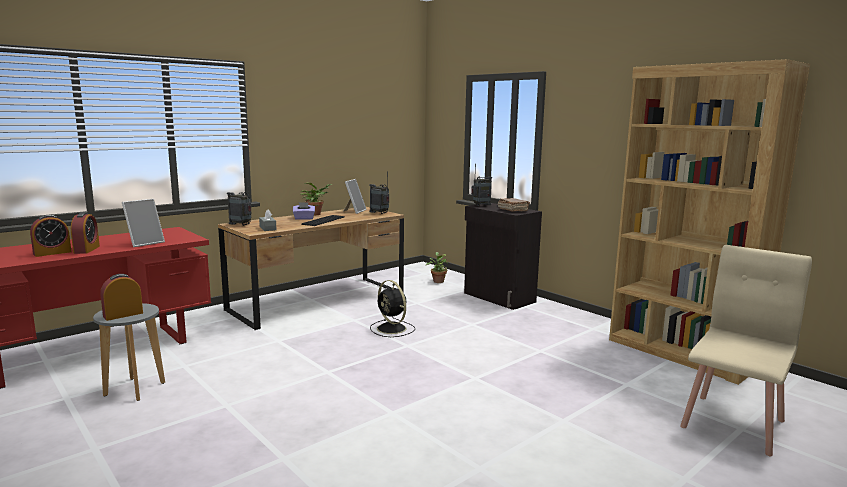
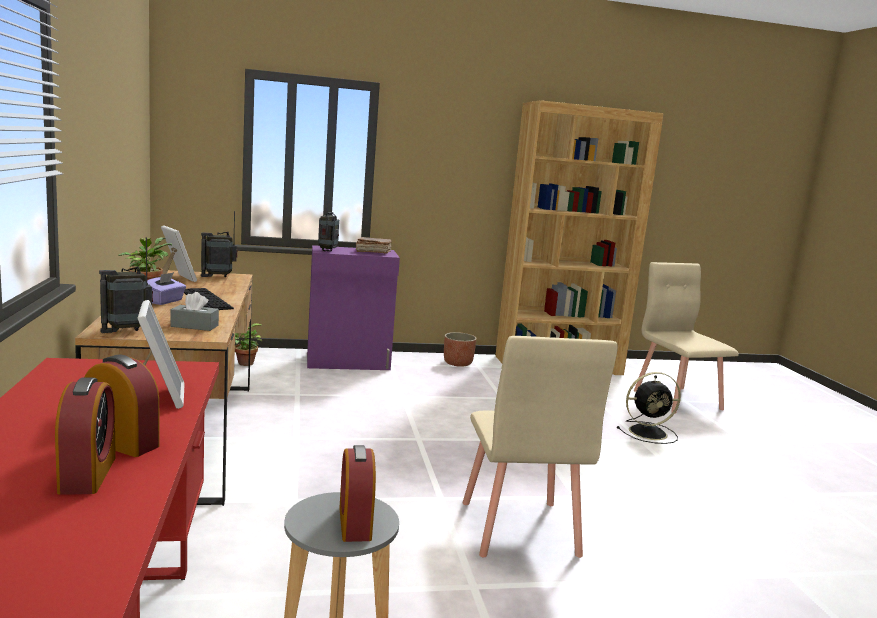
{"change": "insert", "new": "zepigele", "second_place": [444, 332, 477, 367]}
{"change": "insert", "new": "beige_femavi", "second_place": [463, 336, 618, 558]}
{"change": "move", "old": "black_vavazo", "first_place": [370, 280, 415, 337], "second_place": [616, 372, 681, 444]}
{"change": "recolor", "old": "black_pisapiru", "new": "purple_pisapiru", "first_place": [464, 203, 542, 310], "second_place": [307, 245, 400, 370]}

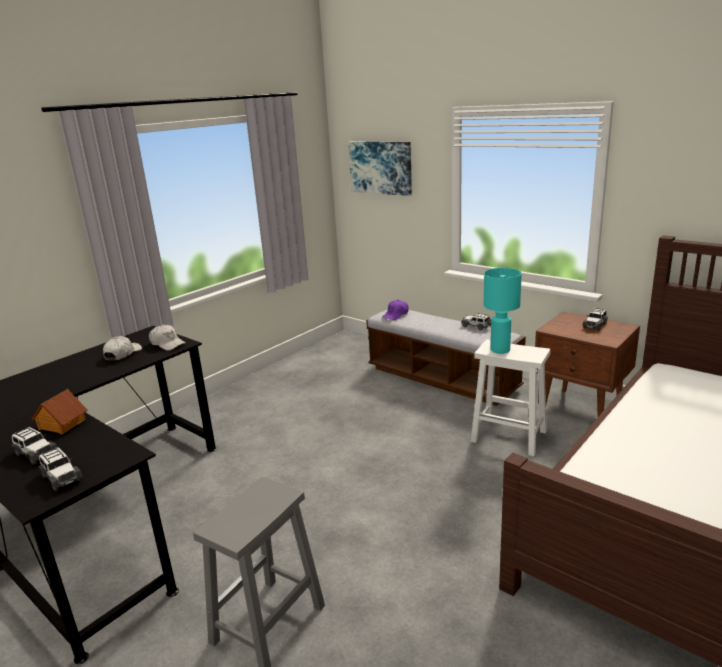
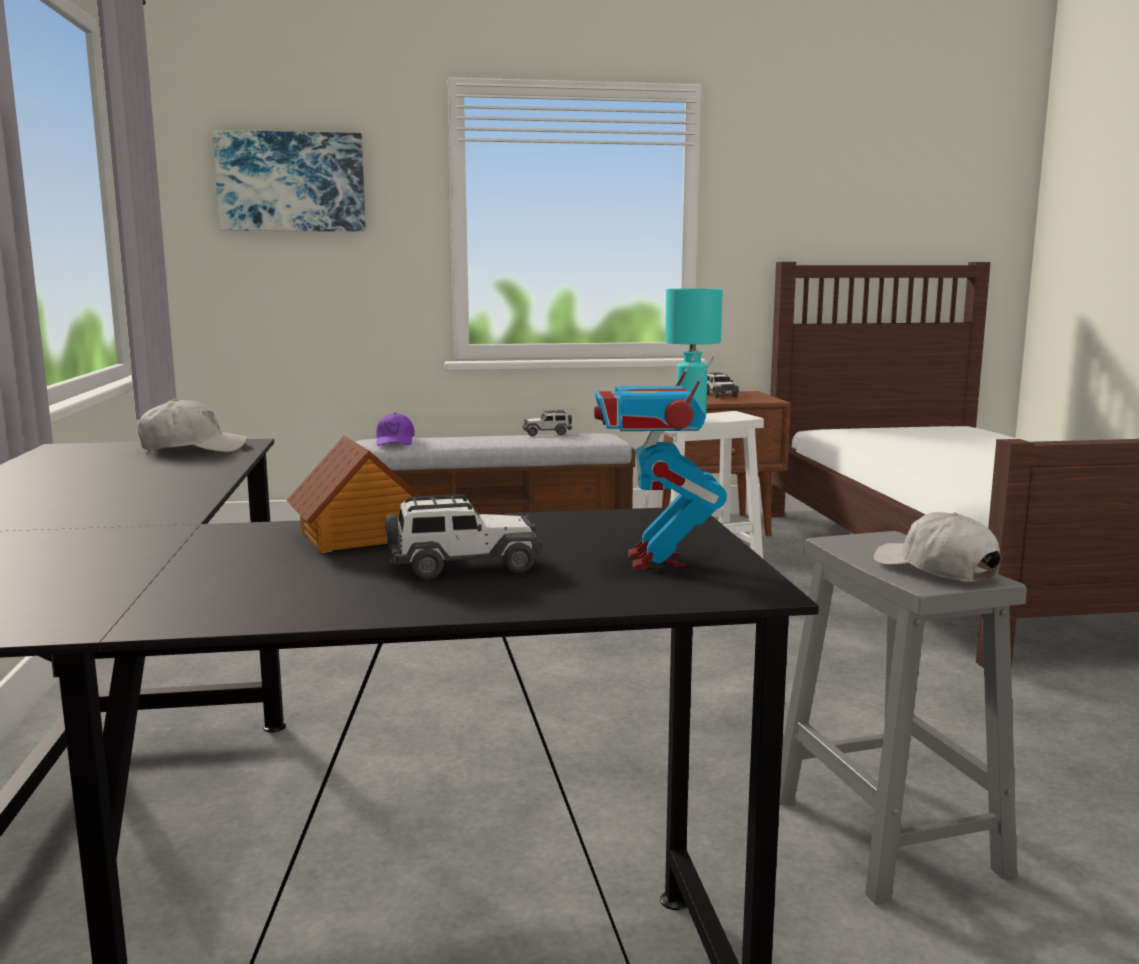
{"change": "move", "old": "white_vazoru", "first_place": [103, 336, 142, 360], "second_place": [874, 512, 1002, 582]}
{"change": "replace", "old": "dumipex", "new": "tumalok", "first_place": [38, 447, 82, 491], "second_place": [594, 349, 727, 570]}

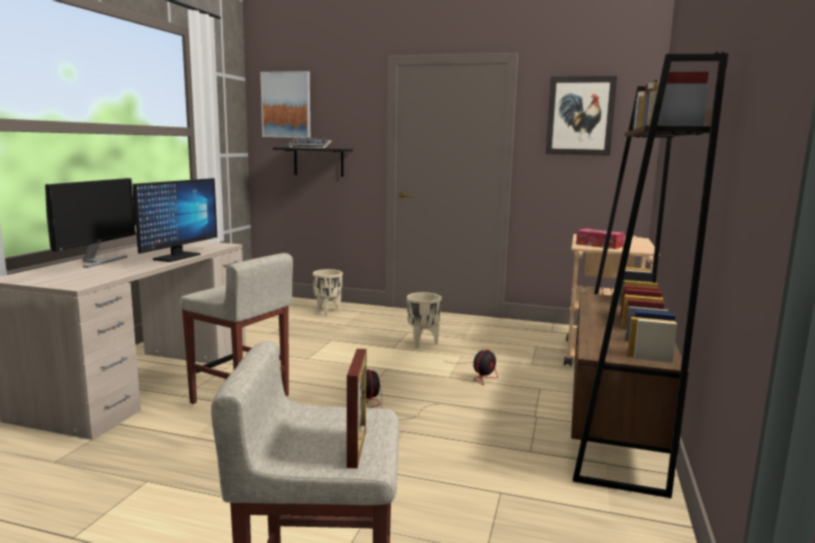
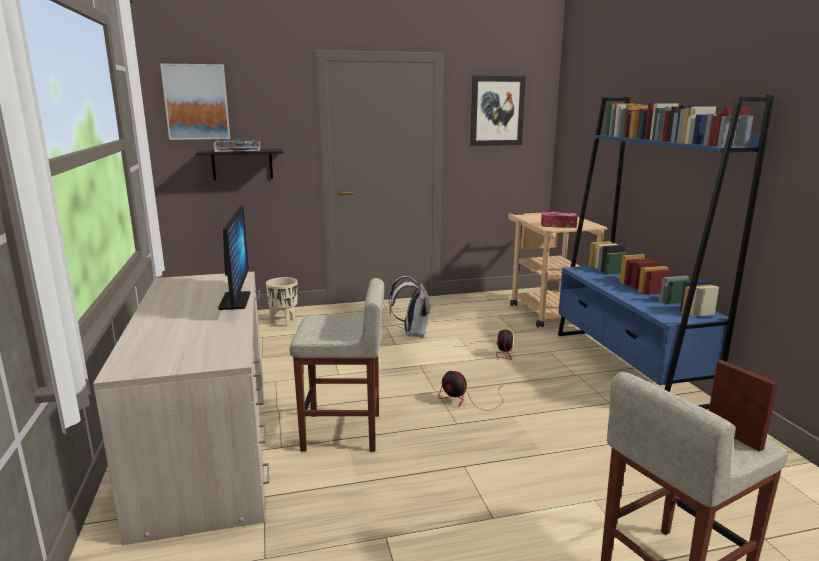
{"change": "delete", "old": "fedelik", "first_place": [45, 178, 136, 268]}
{"change": "replace", "old": "beige_zepigele", "new": "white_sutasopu", "first_place": [407, 292, 442, 348], "second_place": [389, 276, 431, 337]}
{"change": "recolor", "old": "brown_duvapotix", "new": "blue_duvapotix", "first_place": [571, 52, 729, 498], "second_place": [558, 95, 774, 410]}

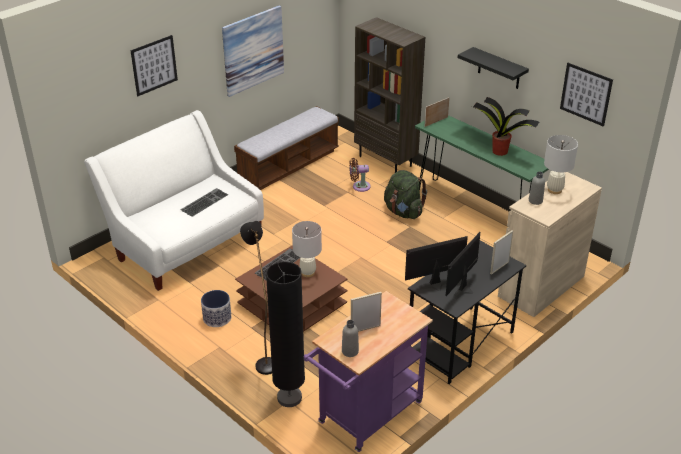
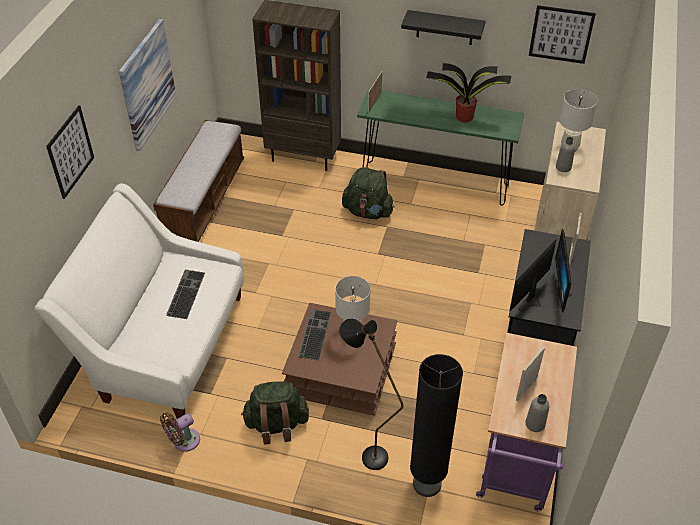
{"change": "move", "old": "brown_vavazo", "first_place": [349, 158, 371, 192], "second_place": [160, 413, 200, 452]}
{"change": "replace", "old": "zepigele", "new": "green_sutasopu", "first_place": [201, 290, 231, 327], "second_place": [241, 381, 309, 445]}

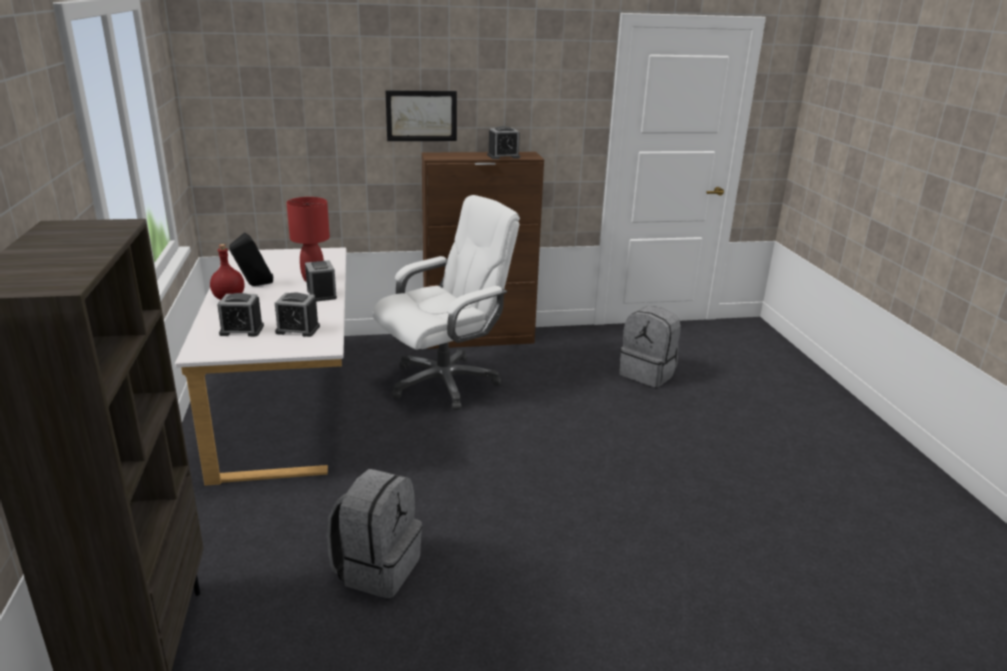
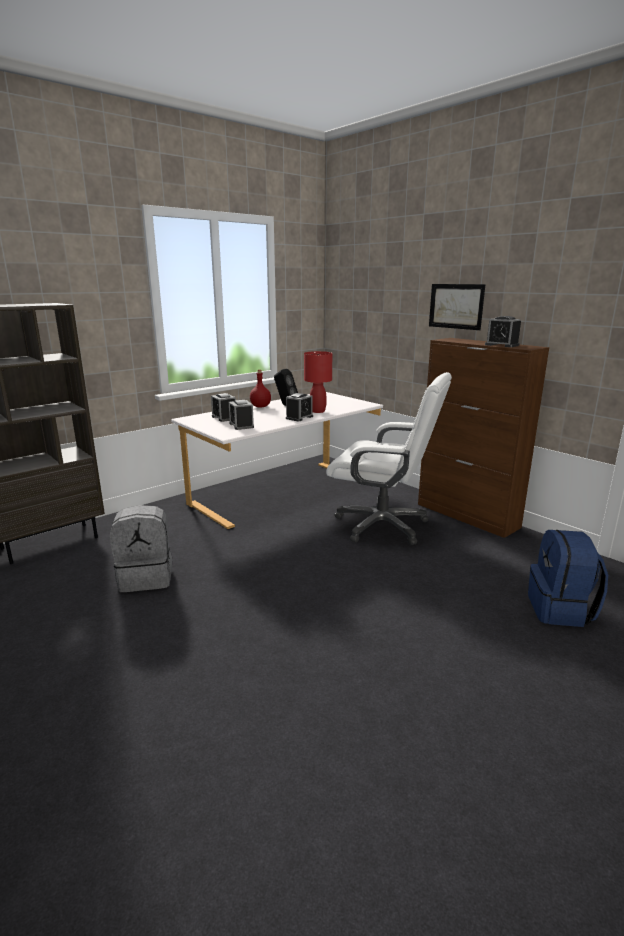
{"change": "recolor", "old": "grey_sutasopu", "new": "blue_sutasopu", "first_place": [619, 306, 681, 387], "second_place": [528, 530, 608, 627]}

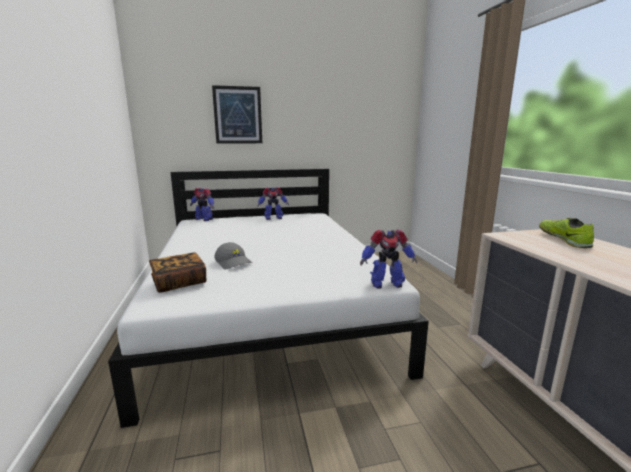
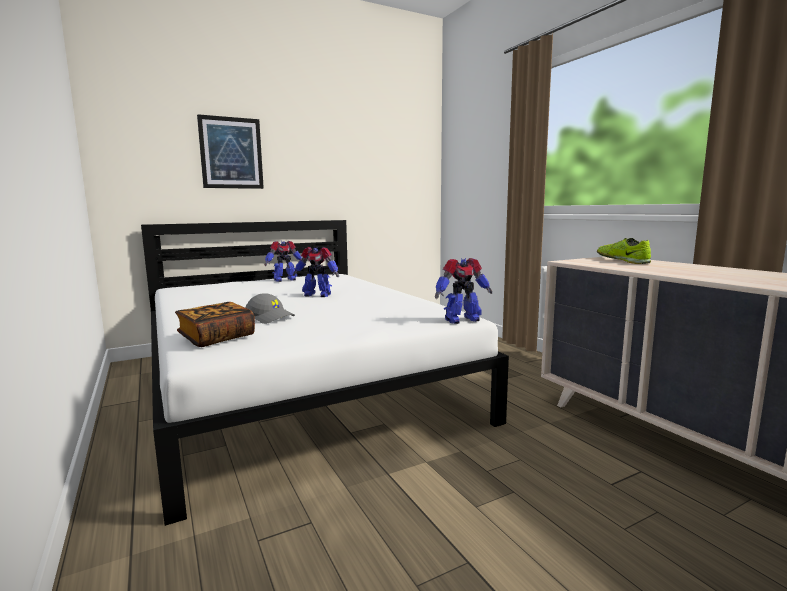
{"change": "move", "old": "tumalok", "first_place": [190, 188, 214, 221], "second_place": [293, 247, 339, 297]}

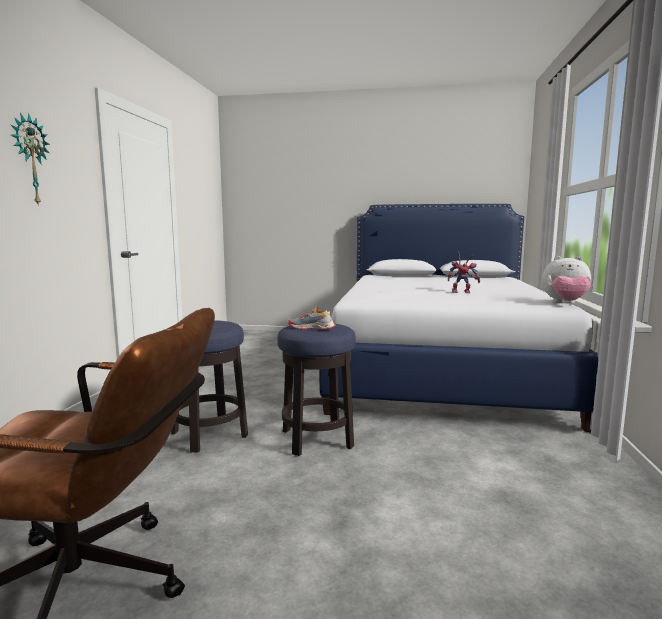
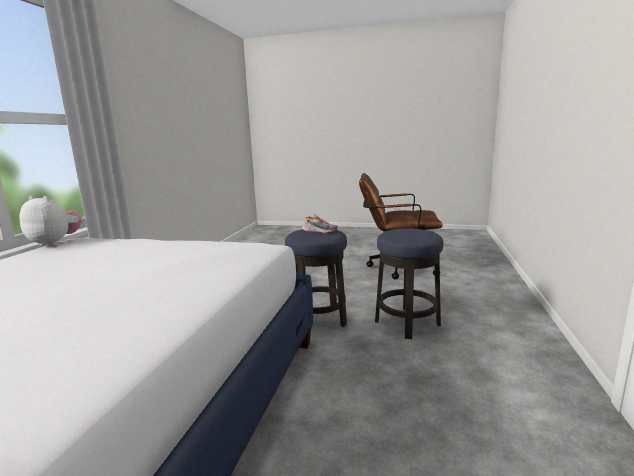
{"change": "delete", "old": "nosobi", "first_place": [11, 113, 50, 206]}
{"change": "delete", "old": "tumalok", "first_place": [448, 252, 480, 293]}

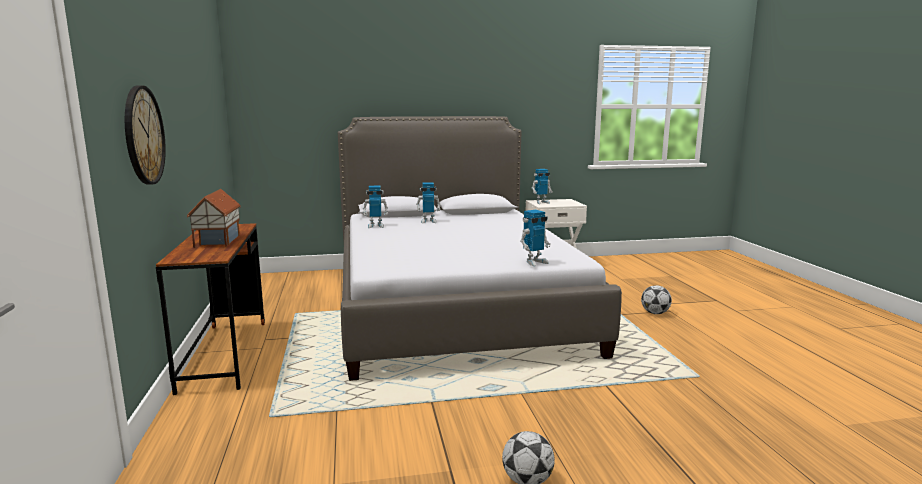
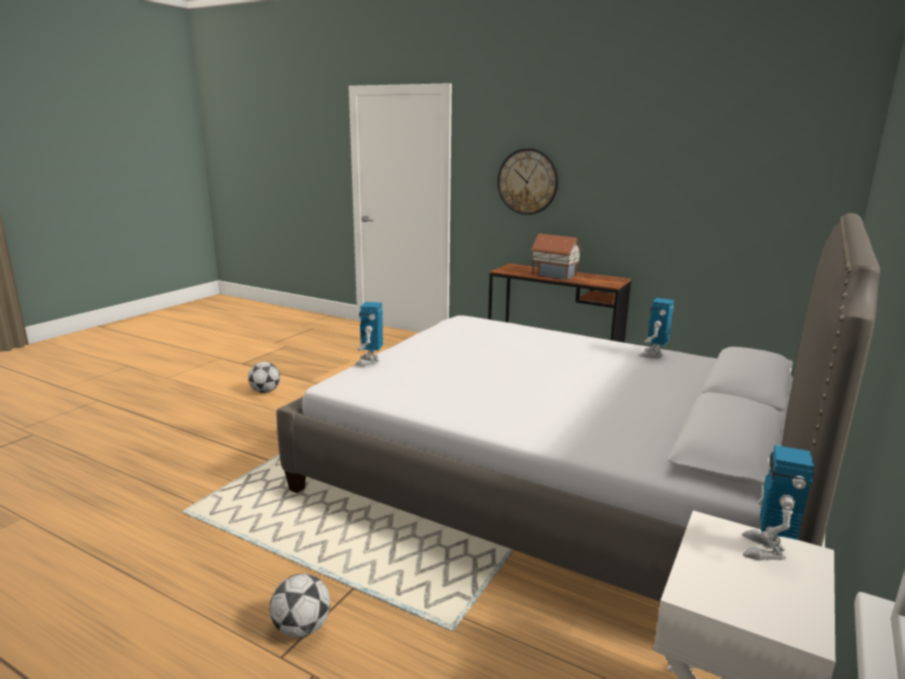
{"change": "delete", "old": "tumalok", "first_place": [416, 182, 441, 223]}

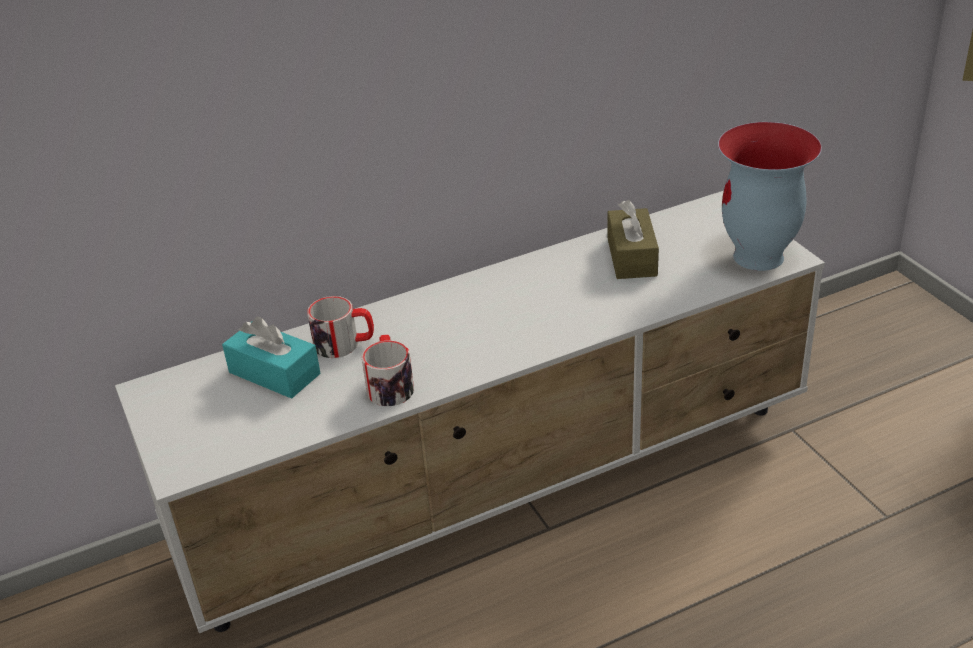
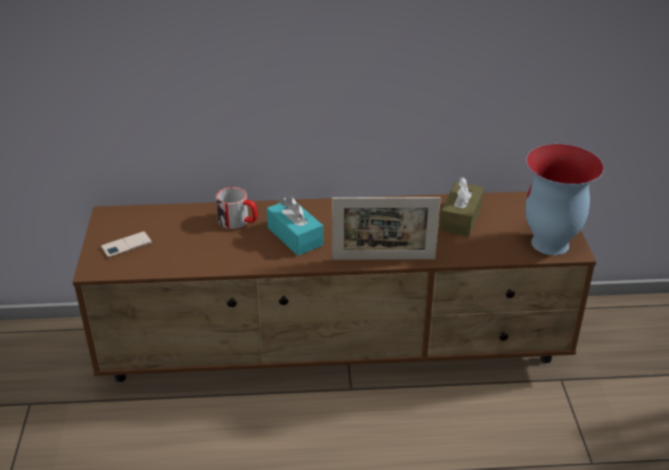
{"change": "delete", "old": "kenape", "first_place": [362, 335, 414, 406]}
{"change": "insert", "new": "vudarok", "second_place": [100, 231, 153, 258]}
{"change": "insert", "new": "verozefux", "second_place": [332, 197, 441, 260]}
{"change": "move", "old": "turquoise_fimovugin", "first_place": [222, 317, 321, 398], "second_place": [267, 196, 323, 256]}
{"change": "recolor", "old": "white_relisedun", "new": "brown_relisedun", "first_place": [115, 191, 825, 633], "second_place": [73, 191, 596, 382]}

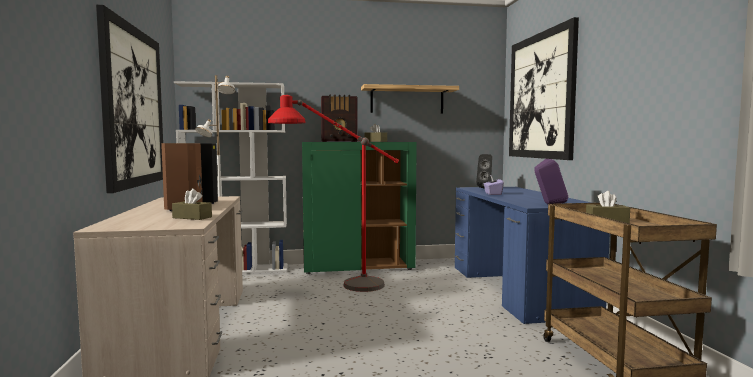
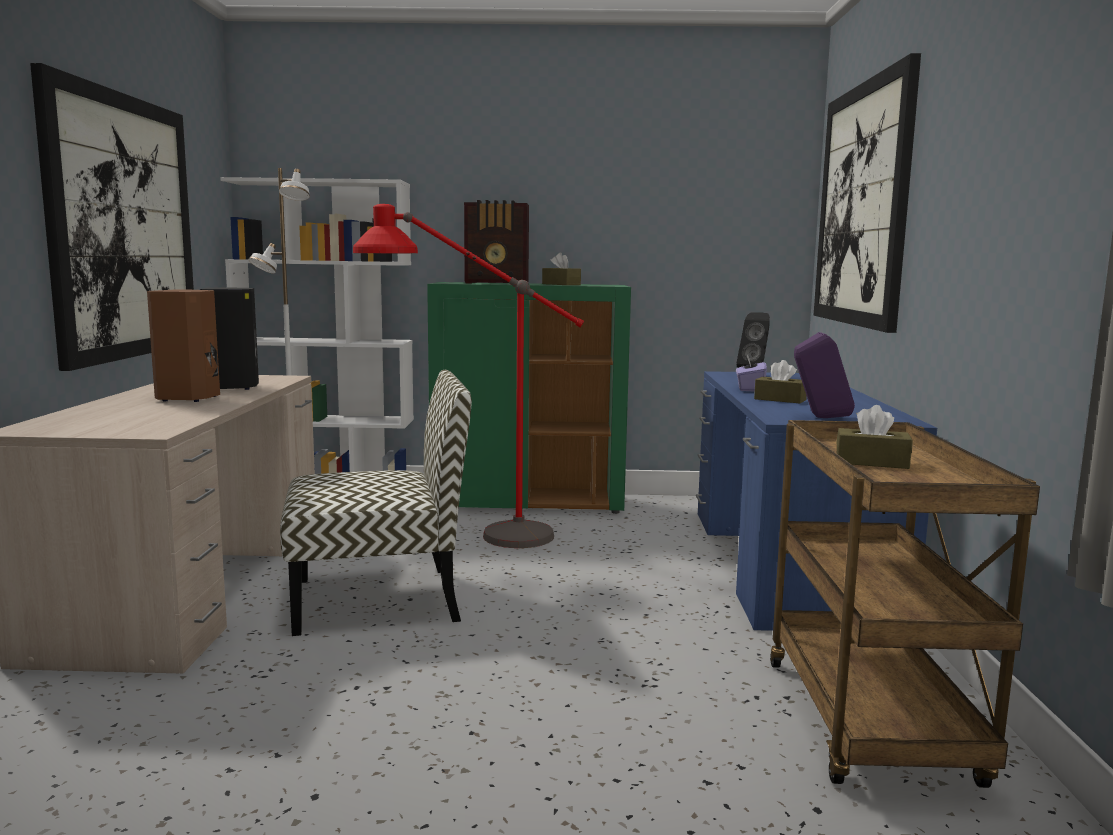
{"change": "delete", "old": "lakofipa", "first_place": [361, 84, 459, 114]}
{"change": "insert", "new": "femavi", "second_place": [280, 370, 472, 636]}
{"change": "move", "old": "brown_fimovugin", "first_place": [172, 189, 212, 220], "second_place": [754, 360, 807, 404]}

